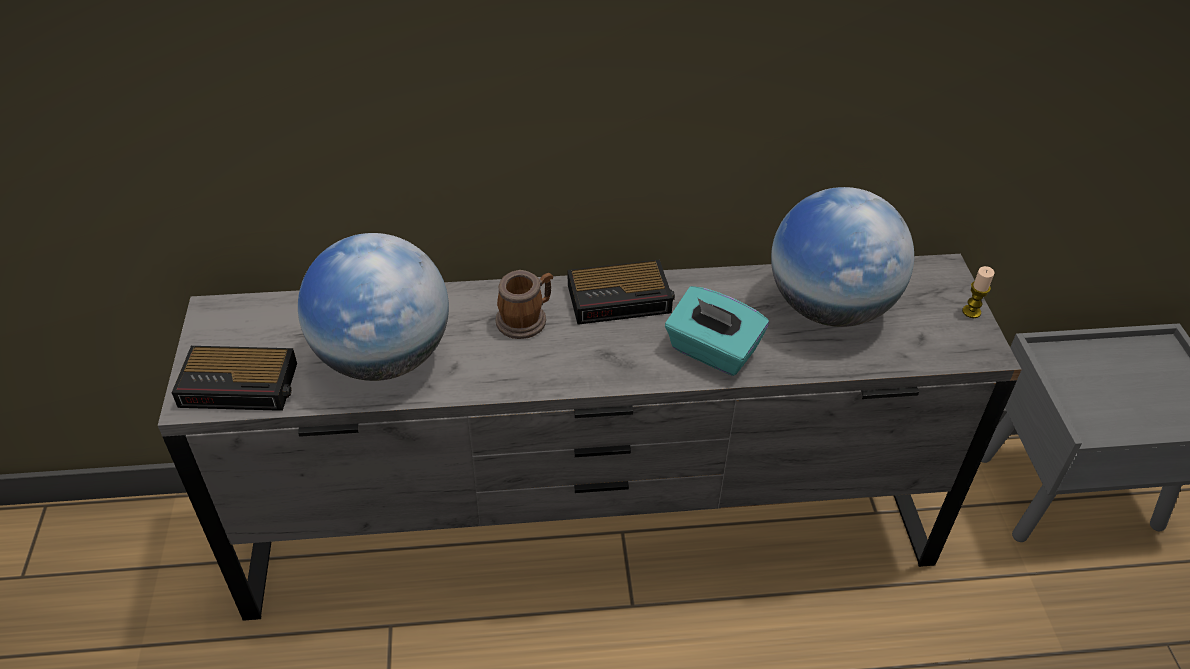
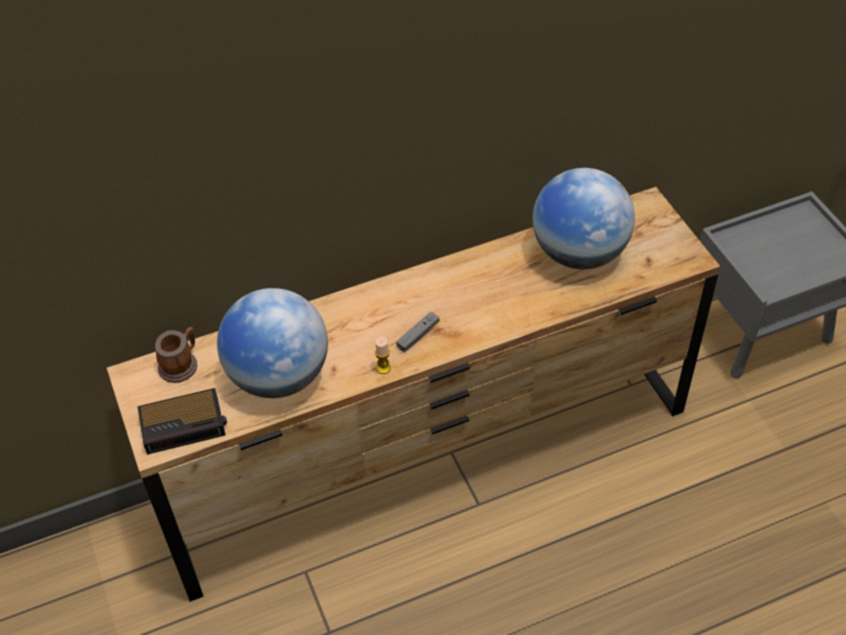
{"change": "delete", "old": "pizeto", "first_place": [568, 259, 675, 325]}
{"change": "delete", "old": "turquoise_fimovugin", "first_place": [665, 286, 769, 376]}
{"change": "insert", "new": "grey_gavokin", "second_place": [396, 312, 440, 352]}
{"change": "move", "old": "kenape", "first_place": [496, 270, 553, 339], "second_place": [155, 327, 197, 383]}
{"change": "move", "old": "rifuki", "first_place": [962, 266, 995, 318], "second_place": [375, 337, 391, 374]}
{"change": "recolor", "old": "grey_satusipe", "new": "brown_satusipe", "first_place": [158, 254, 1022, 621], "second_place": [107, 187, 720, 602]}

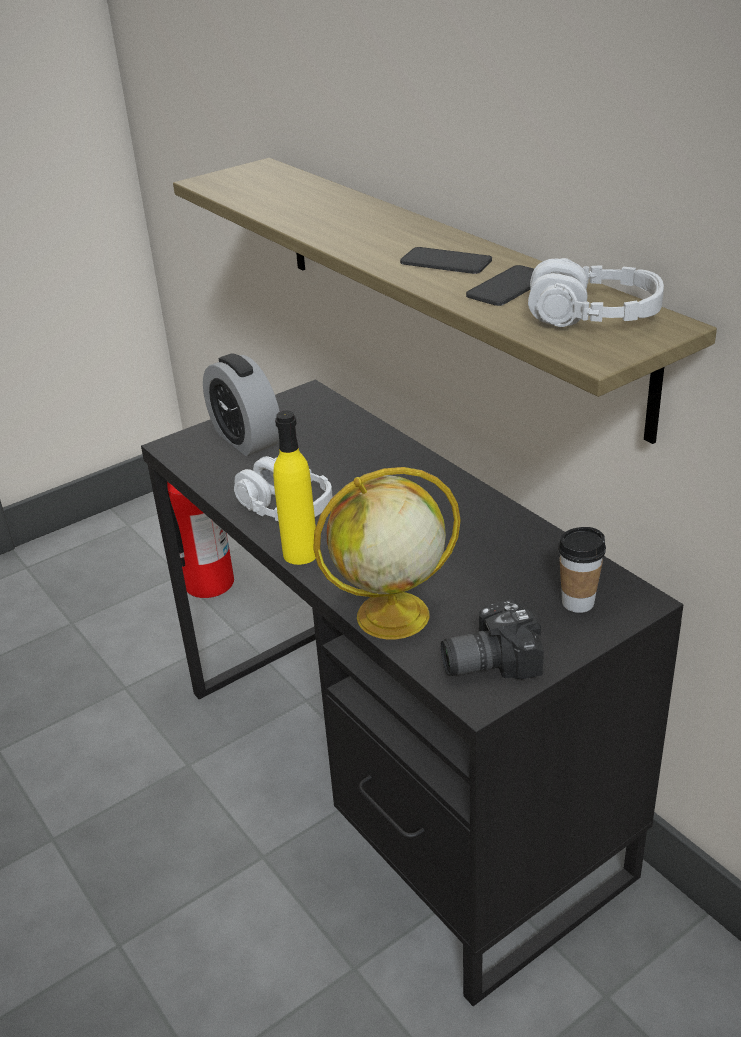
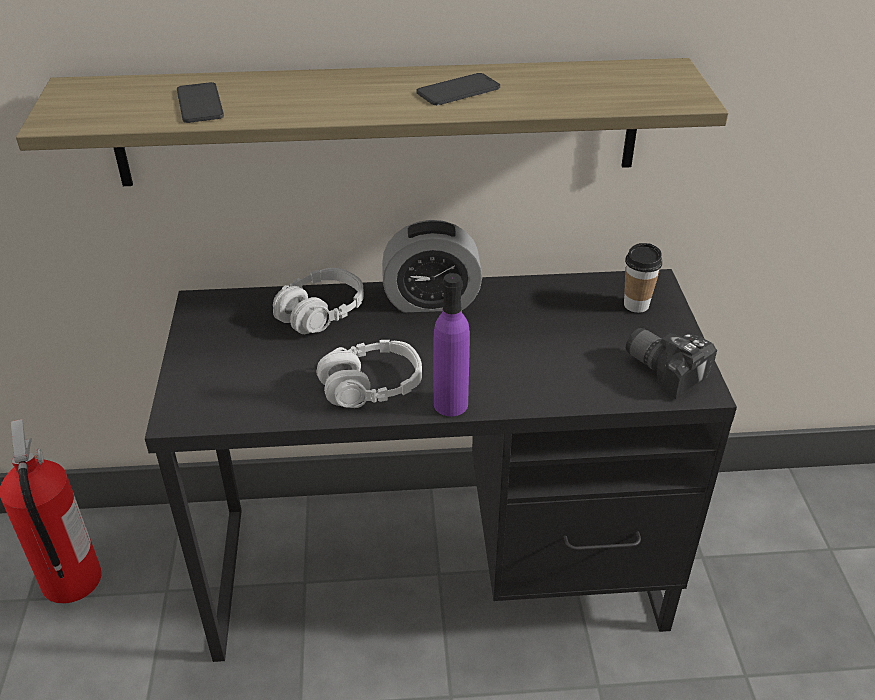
{"change": "delete", "old": "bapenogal", "first_place": [313, 467, 461, 639]}
{"change": "move", "old": "pizeto", "first_place": [203, 353, 280, 456], "second_place": [382, 220, 482, 312]}
{"change": "move", "old": "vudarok", "first_place": [466, 265, 534, 306], "second_place": [177, 82, 224, 123]}
{"change": "move", "old": "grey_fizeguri", "first_place": [528, 258, 664, 327], "second_place": [273, 268, 364, 334]}
{"change": "recolor", "old": "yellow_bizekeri", "new": "purple_bizekeri", "first_place": [273, 410, 316, 565], "second_place": [433, 273, 470, 416]}
{"change": "rotate", "old": "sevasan", "first_place": [441, 599, 544, 680], "second_place": [626, 328, 717, 400], "degrees": 120}

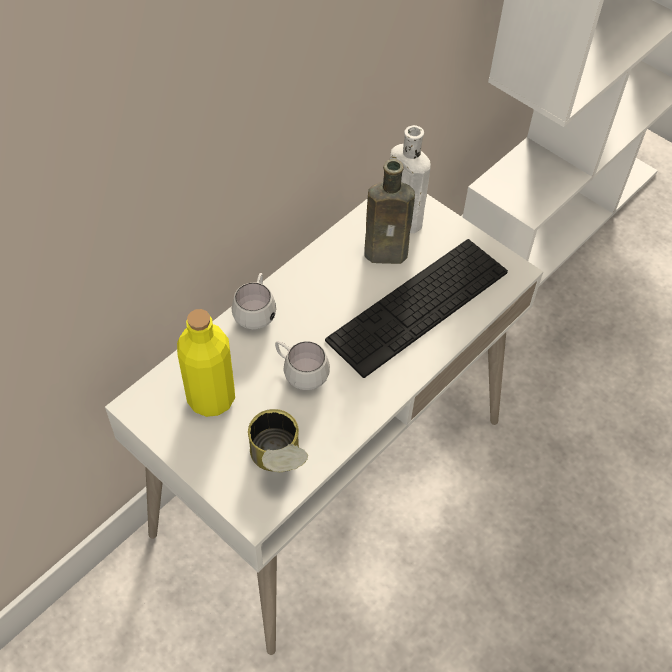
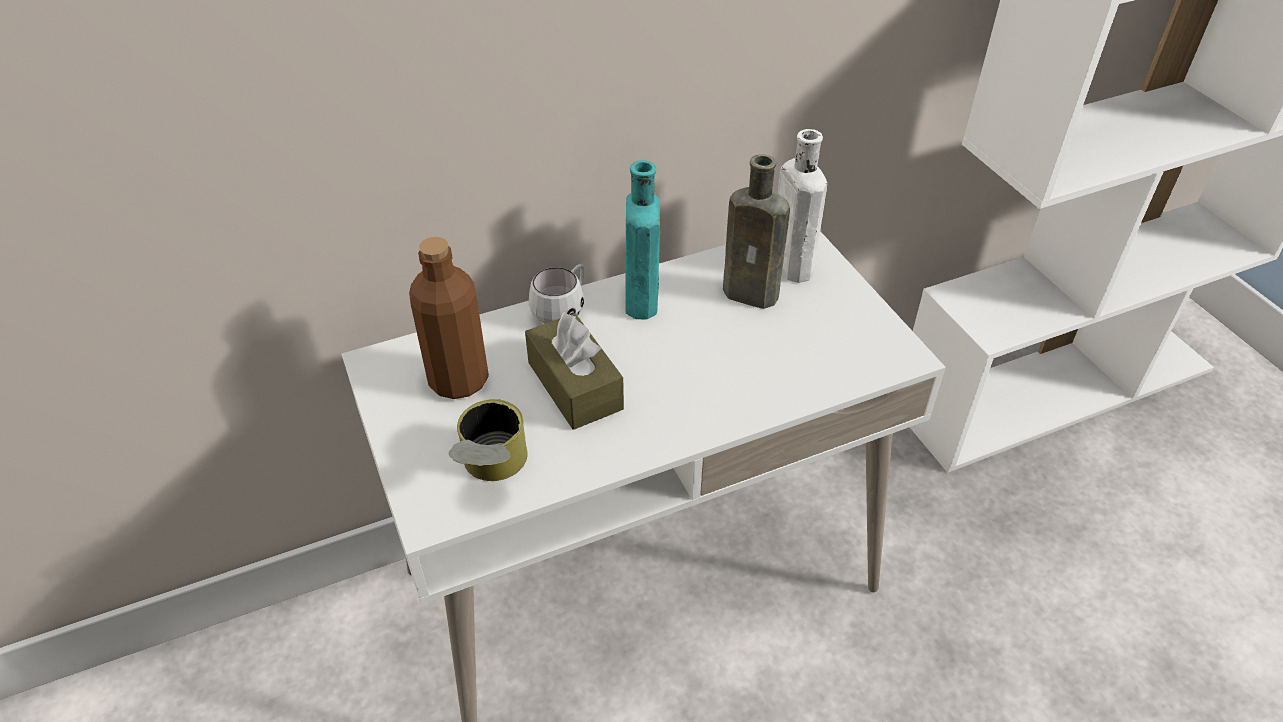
{"change": "delete", "old": "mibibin", "first_place": [325, 239, 508, 378]}
{"change": "insert", "new": "turquoise_bizekeri", "second_place": [625, 160, 660, 319]}
{"change": "replace", "old": "white_kenape", "new": "brown_fimovugin", "first_place": [275, 341, 330, 390], "second_place": [525, 312, 624, 430]}
{"change": "recolor", "old": "yellow_bizekeri", "new": "brown_bizekeri", "first_place": [177, 309, 235, 417], "second_place": [409, 237, 489, 399]}

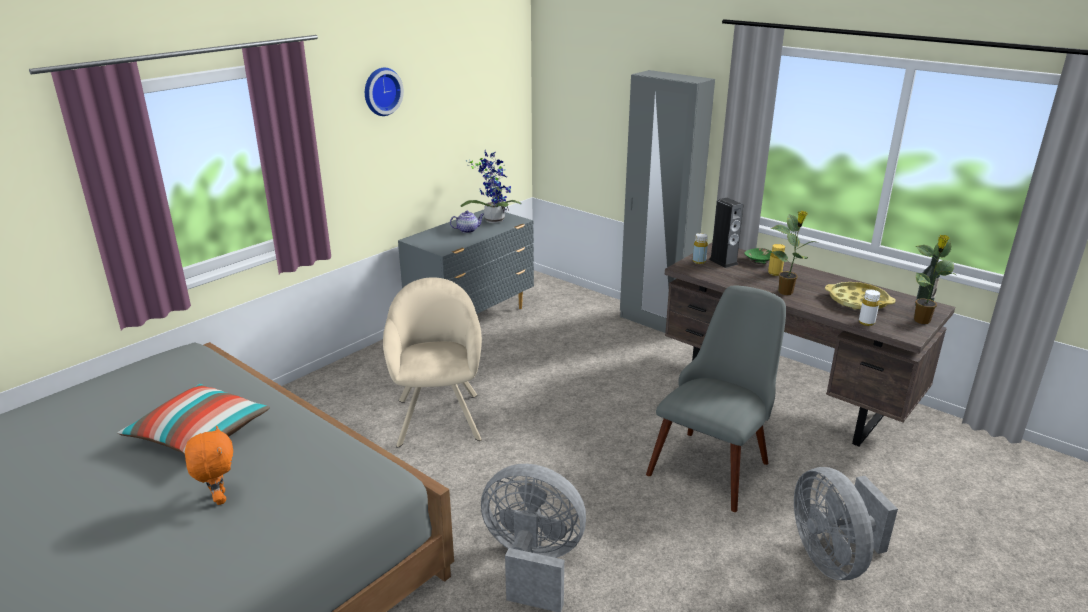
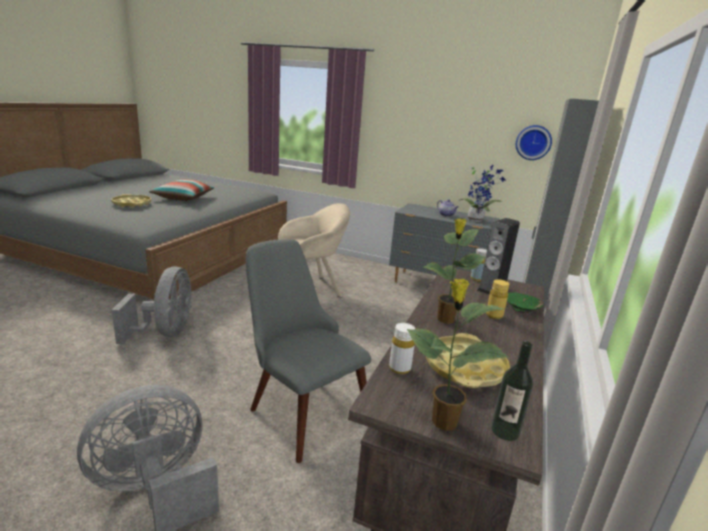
{"change": "move", "old": "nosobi", "first_place": [365, 68, 404, 116], "second_place": [516, 125, 552, 160]}
{"change": "replace", "old": "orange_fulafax", "new": "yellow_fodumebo", "first_place": [185, 426, 233, 505], "second_place": [111, 194, 151, 207]}
{"change": "rotate", "old": "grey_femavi", "first_place": [646, 285, 786, 512], "second_place": [246, 239, 371, 463], "degrees": -150}

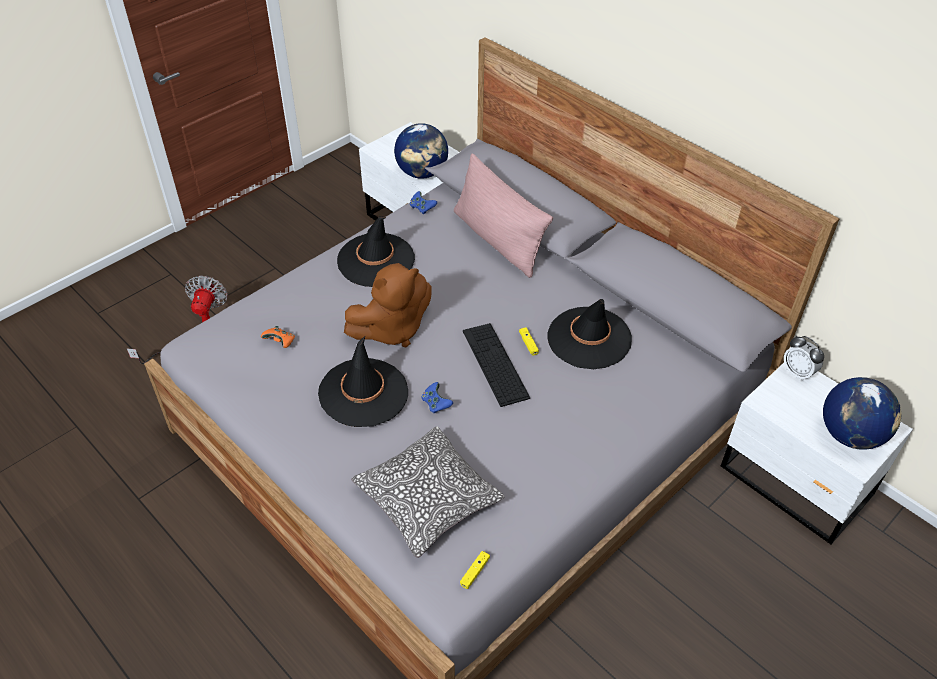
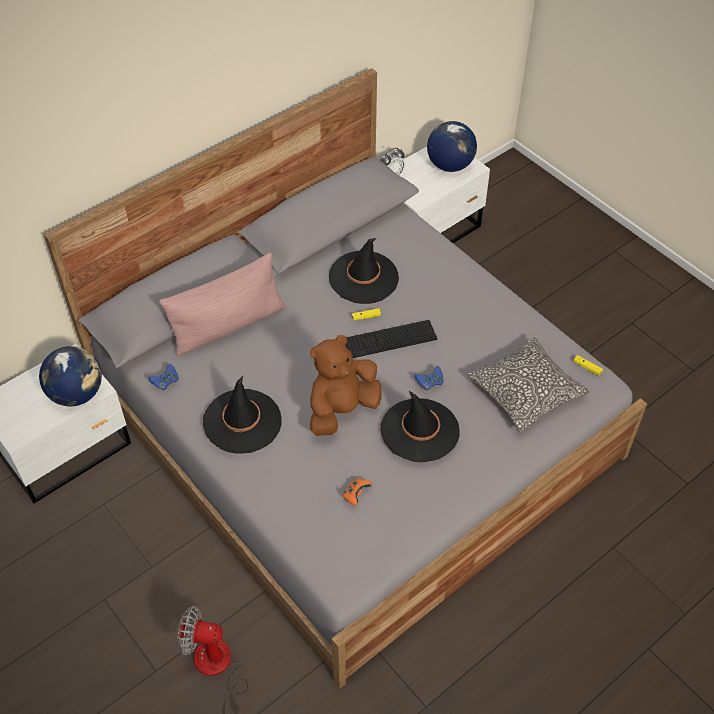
{"change": "rotate", "old": "brown_fulafax", "first_place": [344, 263, 431, 347], "second_place": [310, 335, 382, 436], "degrees": -105}

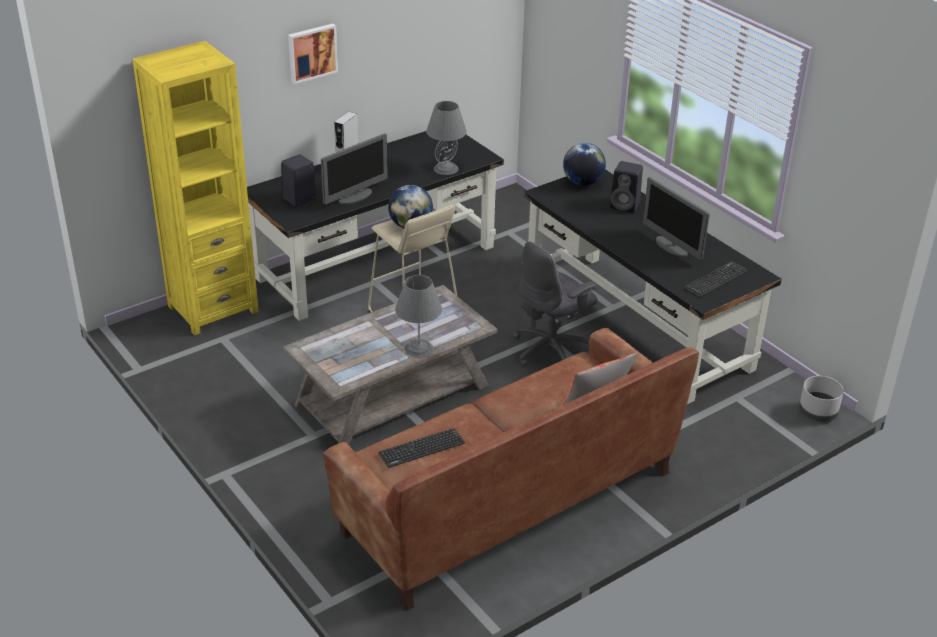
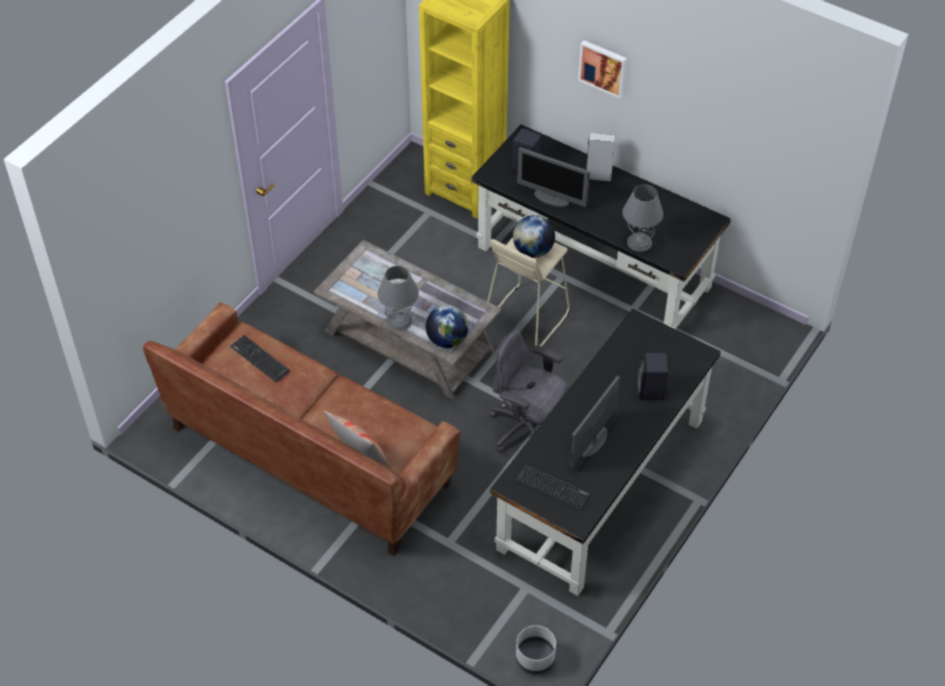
{"change": "move", "old": "bapenogal", "first_place": [563, 143, 606, 186], "second_place": [426, 305, 469, 348]}

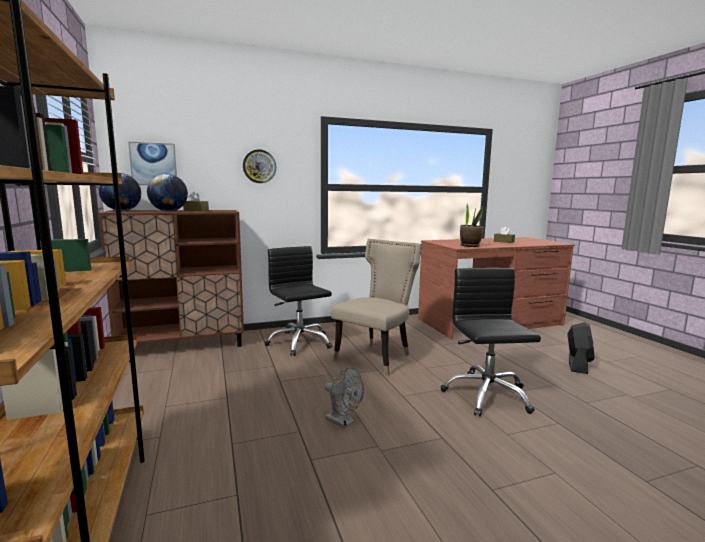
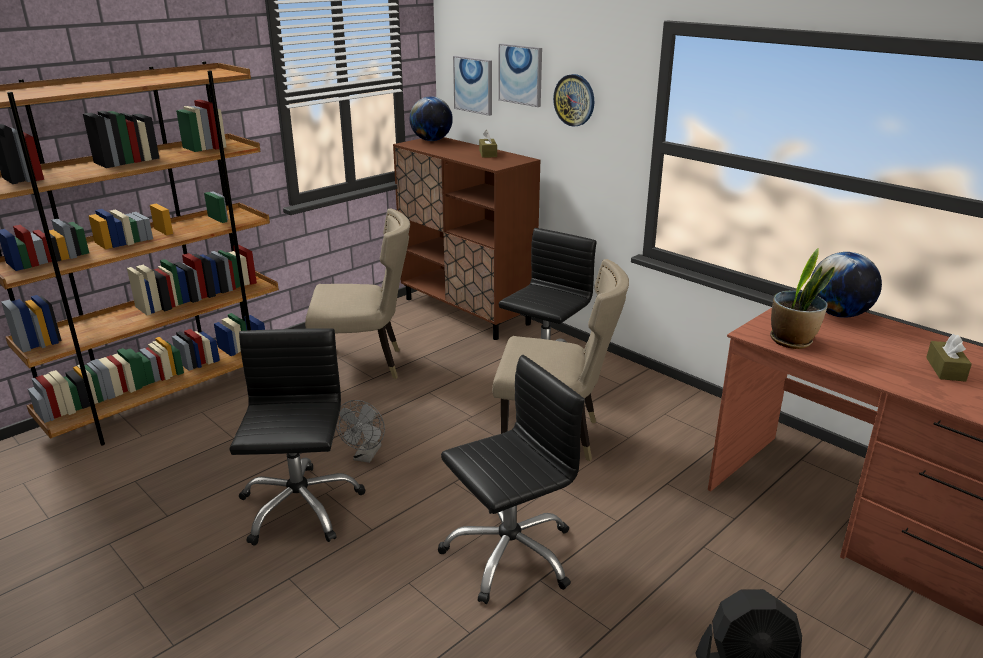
{"change": "insert", "new": "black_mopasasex", "second_place": [229, 328, 366, 546]}
{"change": "insert", "new": "beige_femavi", "second_place": [305, 209, 410, 379]}
{"change": "insert", "new": "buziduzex", "second_place": [498, 43, 542, 107]}
{"change": "move", "old": "bapenogal", "first_place": [147, 173, 188, 212], "second_place": [811, 252, 882, 318]}

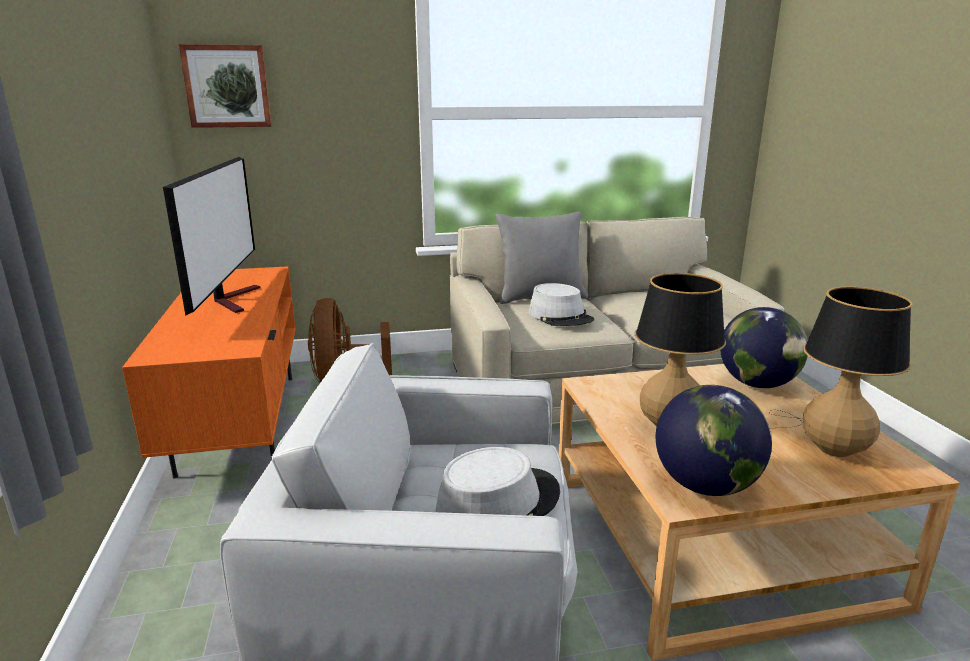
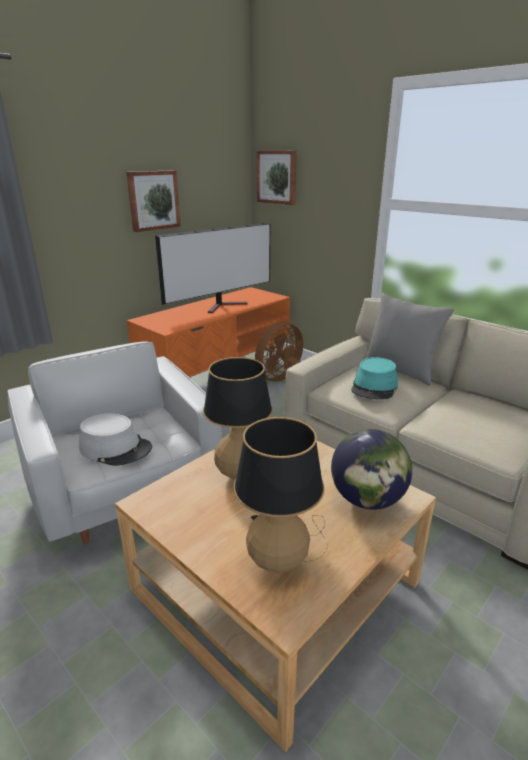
{"change": "delete", "old": "bapenogal", "first_place": [656, 385, 772, 496]}
{"change": "insert", "new": "buziduzex", "second_place": [126, 170, 181, 232]}
{"change": "recolor", "old": "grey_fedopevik", "new": "turquoise_fedopevik", "first_place": [529, 283, 594, 326], "second_place": [351, 357, 398, 399]}

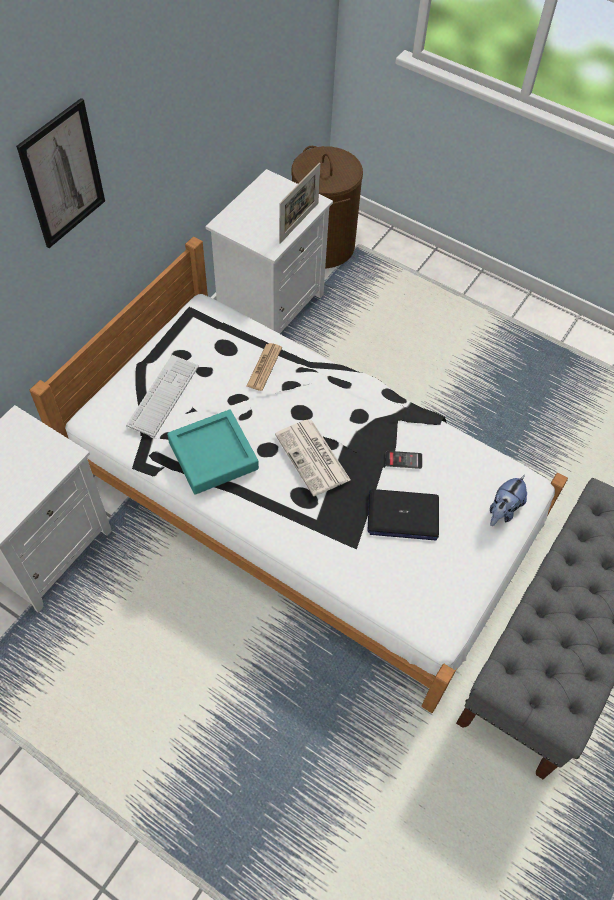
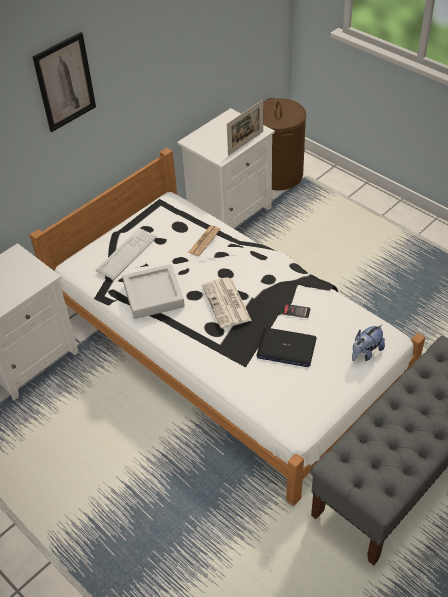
{"change": "recolor", "old": "turquoise_fodumebo", "new": "grey_fodumebo", "first_place": [167, 409, 259, 495], "second_place": [122, 264, 185, 319]}

